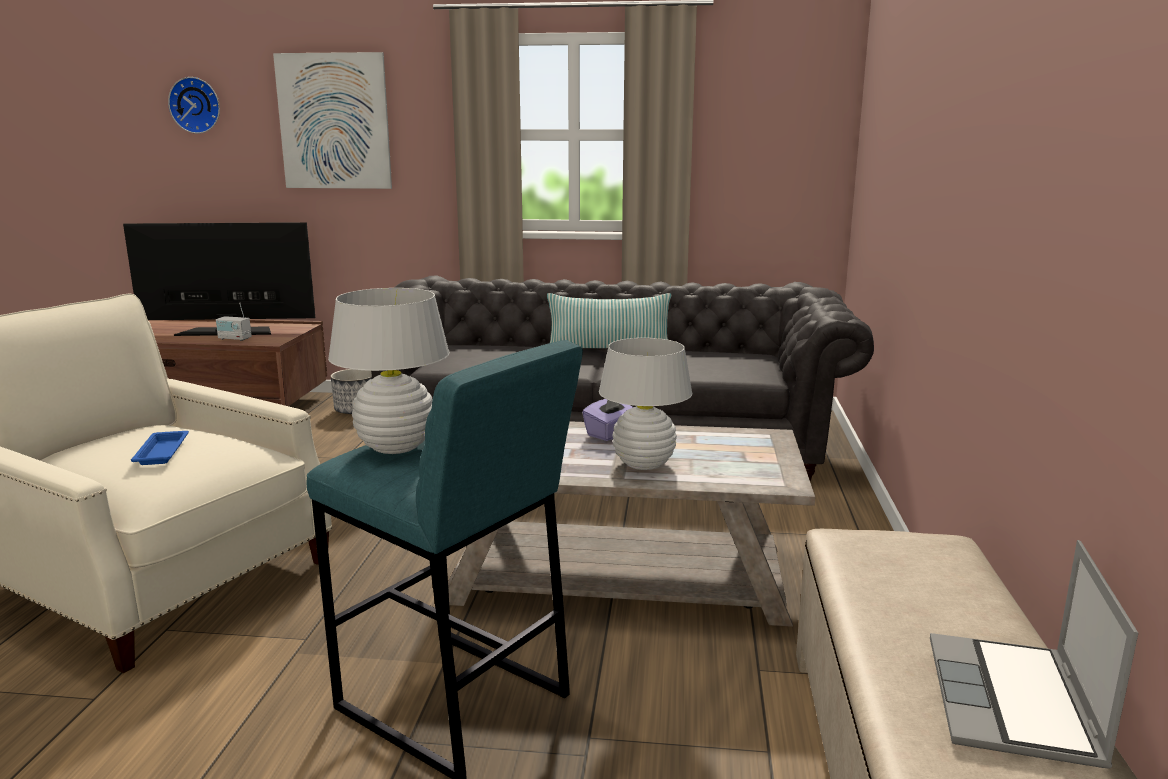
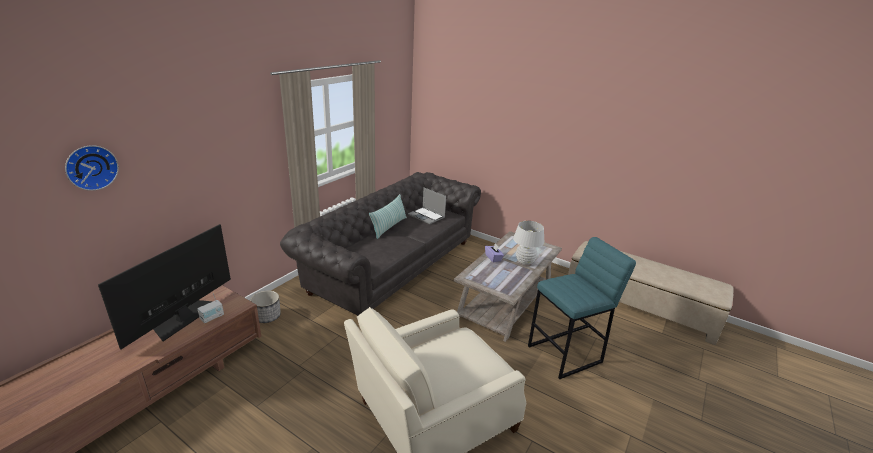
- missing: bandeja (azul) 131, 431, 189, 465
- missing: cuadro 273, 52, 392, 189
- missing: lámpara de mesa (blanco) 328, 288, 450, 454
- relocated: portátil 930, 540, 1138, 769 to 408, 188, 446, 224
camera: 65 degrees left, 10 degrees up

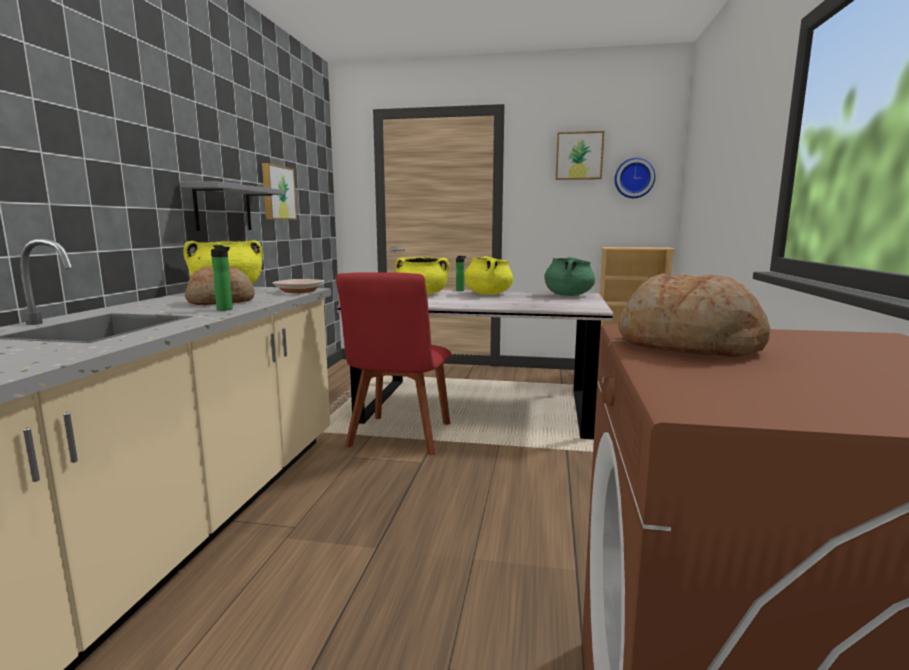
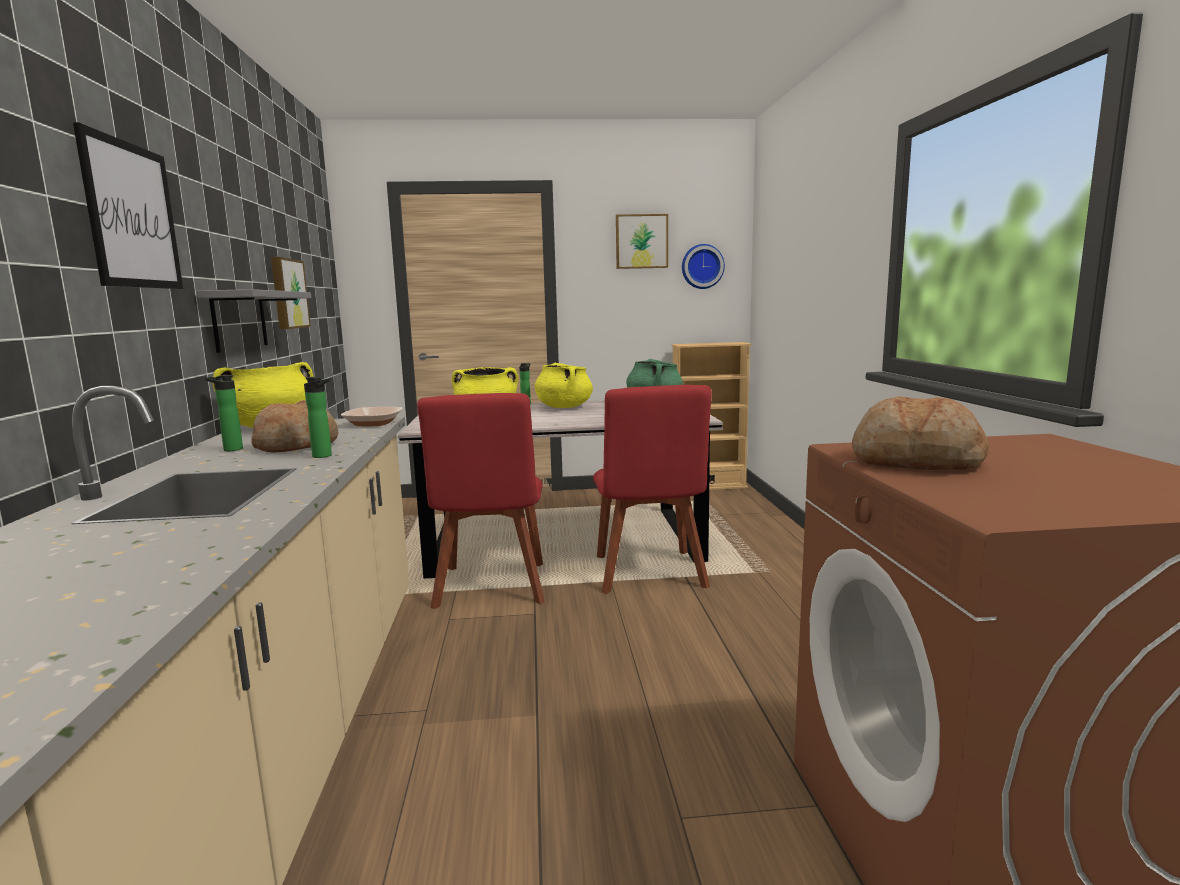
- appeared: cuadro 73, 122, 183, 289
- appeared: botella 205, 375, 243, 451
- appeared: silla (rojo) 593, 385, 712, 594
camera: 15 degrees left, 0 degrees up

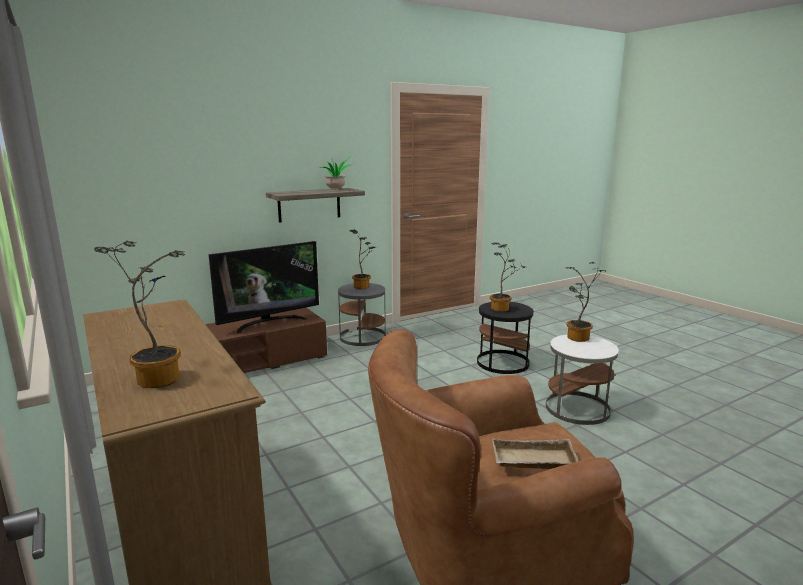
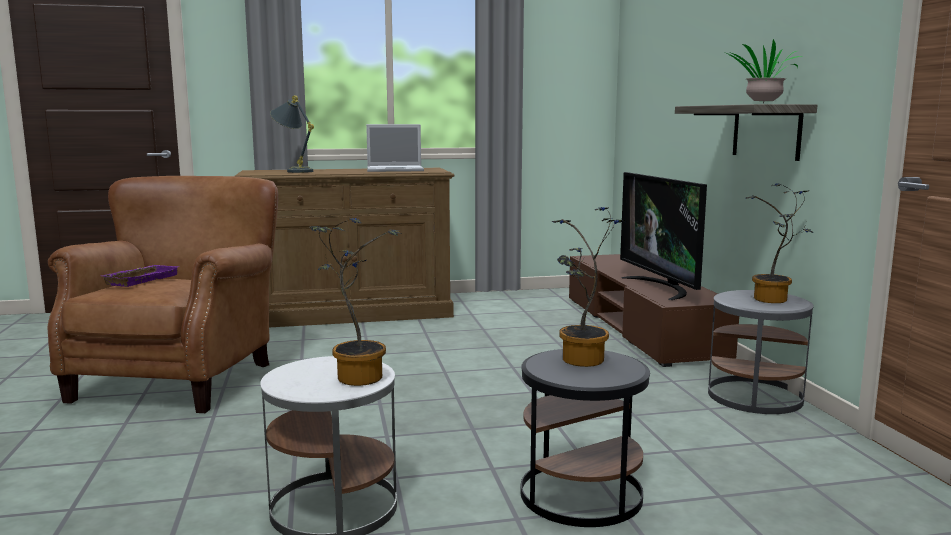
- appeared: portátil 366, 124, 424, 172
- exchanged: planta en maceta 94, 240, 185, 388 to lámpara de mesa (gris) 270, 96, 314, 173
- colour: bandeja (beis) 492, 438, 579, 469 to bandeja (morado) 102, 265, 179, 287
camera: 110 degrees right, 5 degrees down

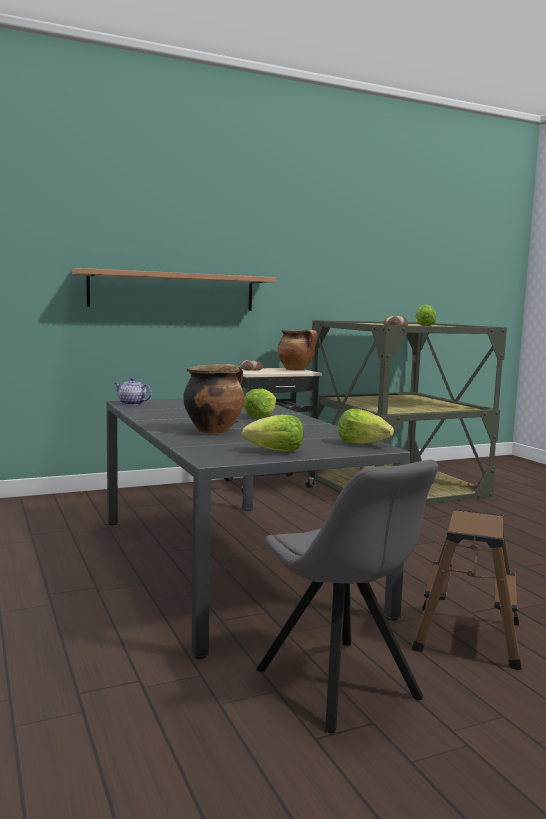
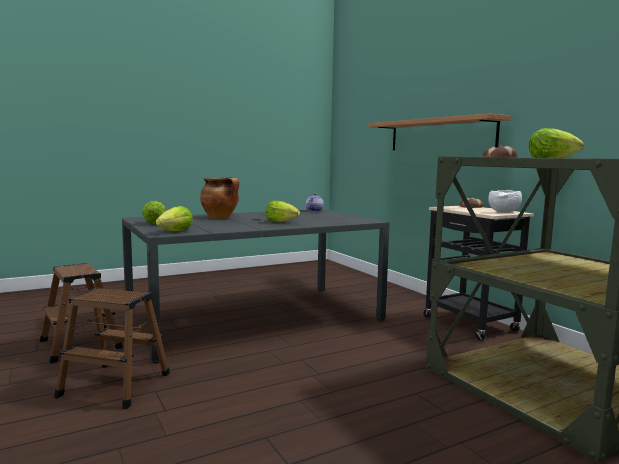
- exchanged: silla (gris) 256, 460, 438, 733 to escalera de tijera (marrón) 39, 263, 123, 363
- exchanged: olla 278, 329, 317, 370 to cuenco (blanco) 488, 190, 522, 213
camera: 85 degrees right, 0 degrees up

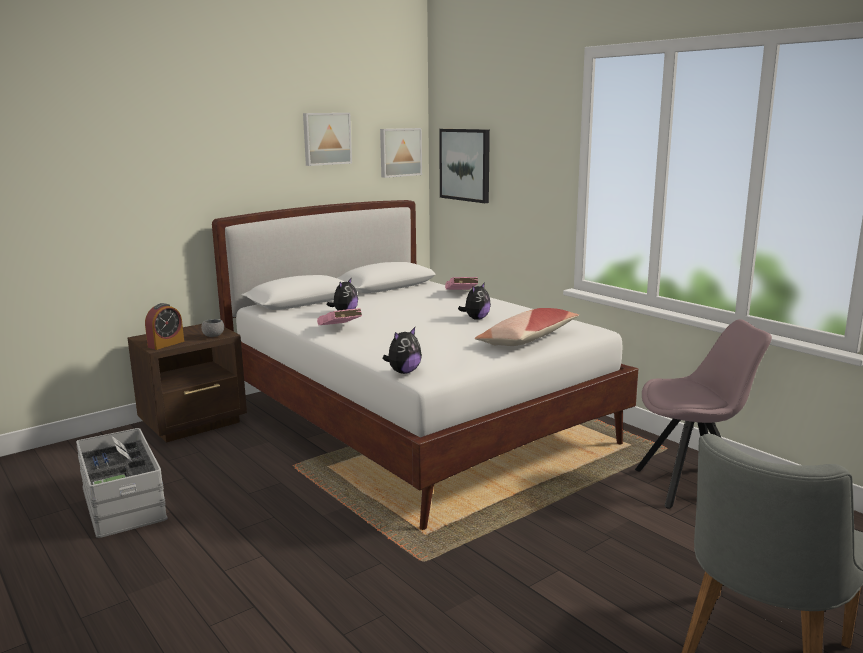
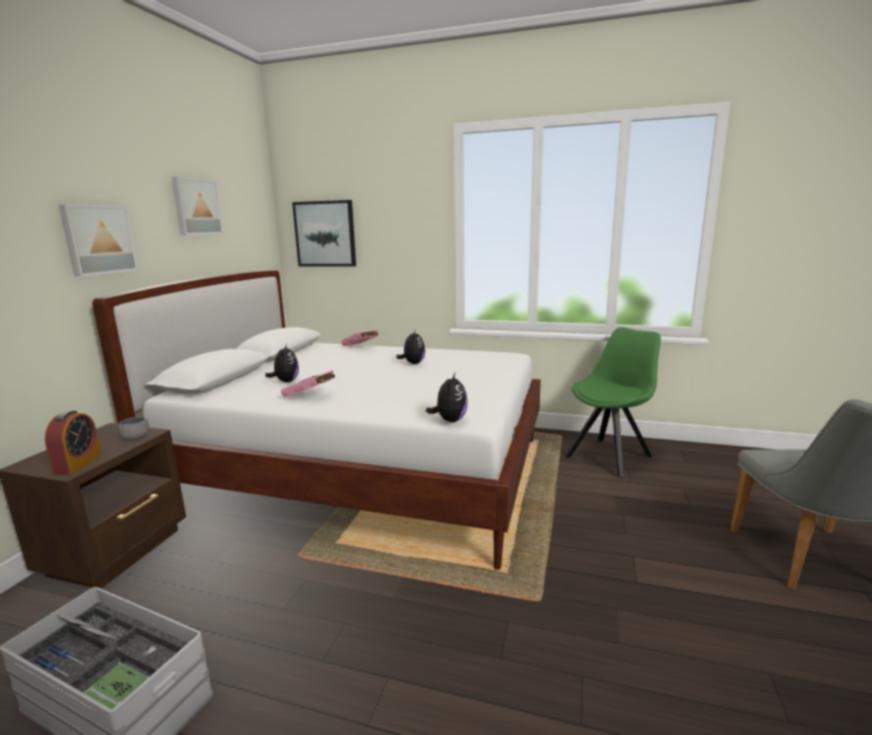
- missing: cojín 475, 308, 579, 346
- relocated: cuadro 380, 128, 422, 178 to 58, 204, 139, 277
- colour: silla (rosa) 635, 319, 772, 509 to silla (verde) 565, 327, 661, 478
camera: 35 degrees left, 0 degrees up

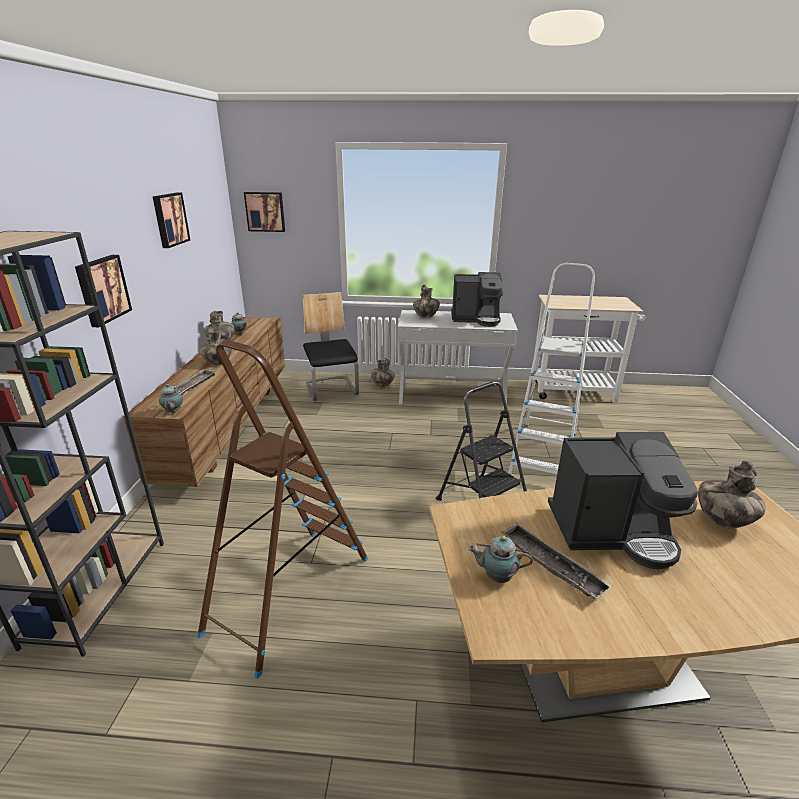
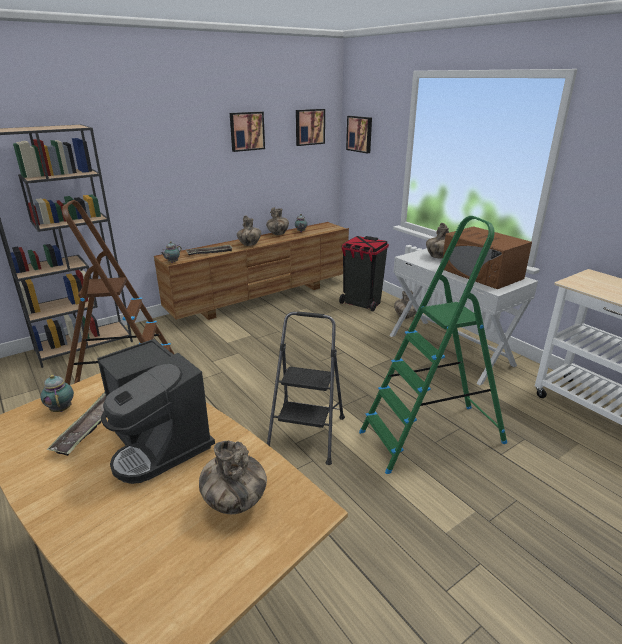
- relocated: cuadro 75, 255, 132, 327 to 296, 109, 325, 146
- exchanged: silla 302, 292, 359, 401 to papelera (negro) 339, 236, 389, 311
- exchanged: cafetera 451, 272, 503, 327 to microondas (marrón) 443, 226, 532, 289
- colour: escalera de tijera (blanco) 508, 263, 595, 475 to escalera de tijera (verde) 359, 216, 507, 474
camera: 50 degrees right, 0 degrees up

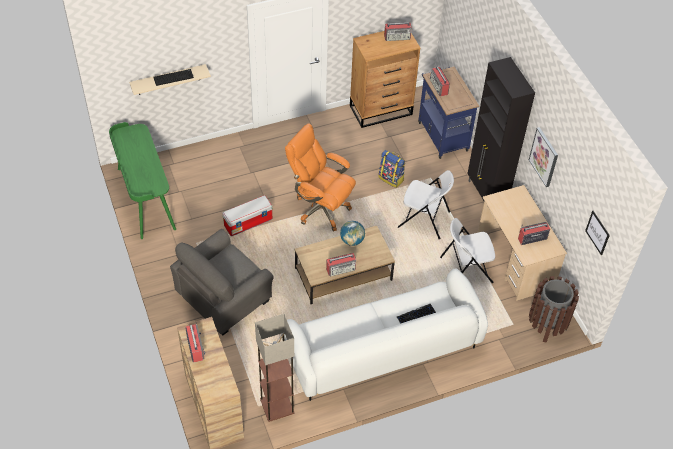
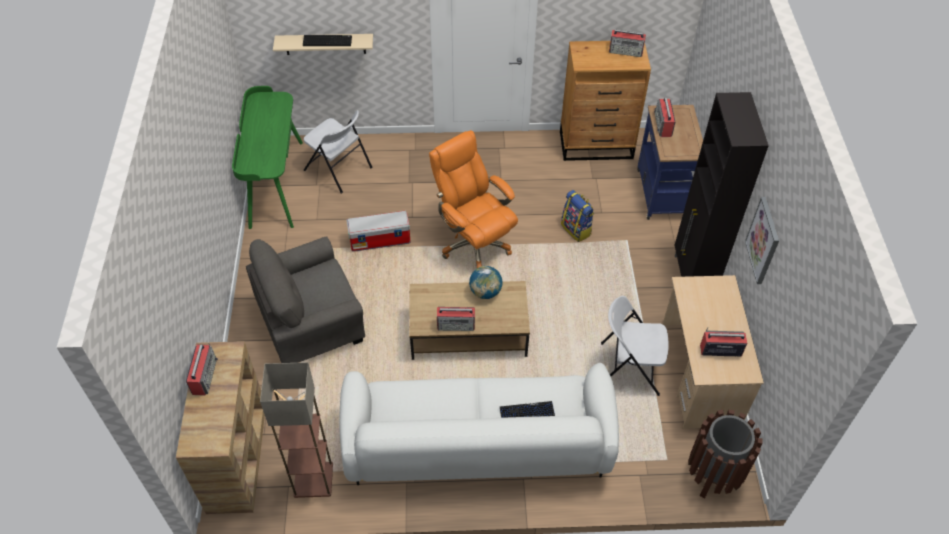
- missing: cuadro 585, 211, 610, 255
- relocated: silla (blanco) 398, 170, 454, 240 to 304, 110, 372, 194
camera: 20 degrees right, 0 degrees up

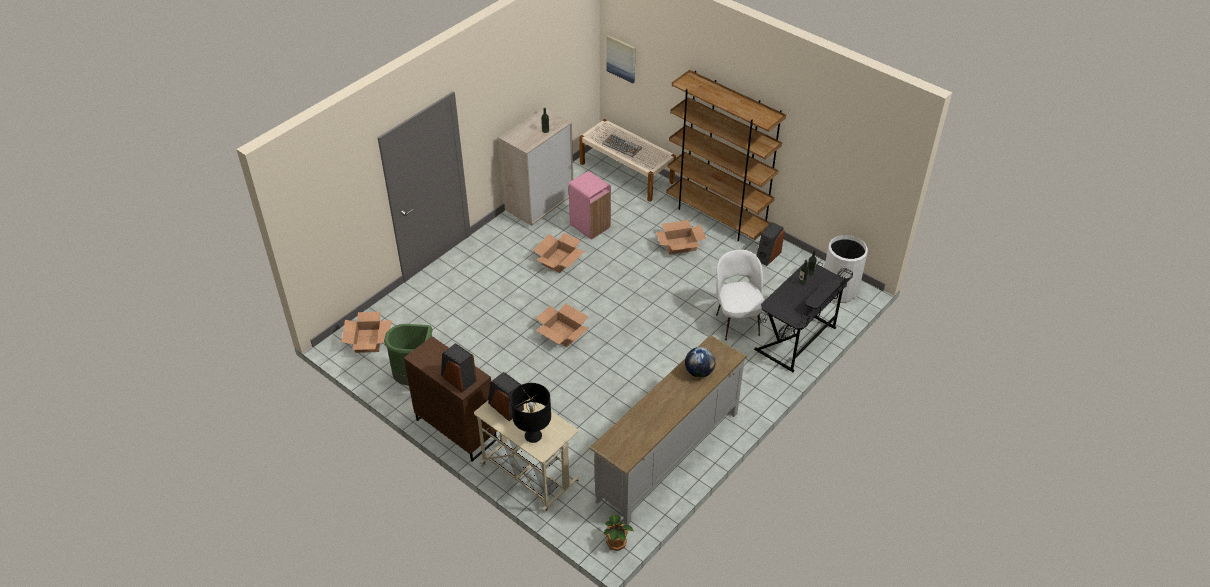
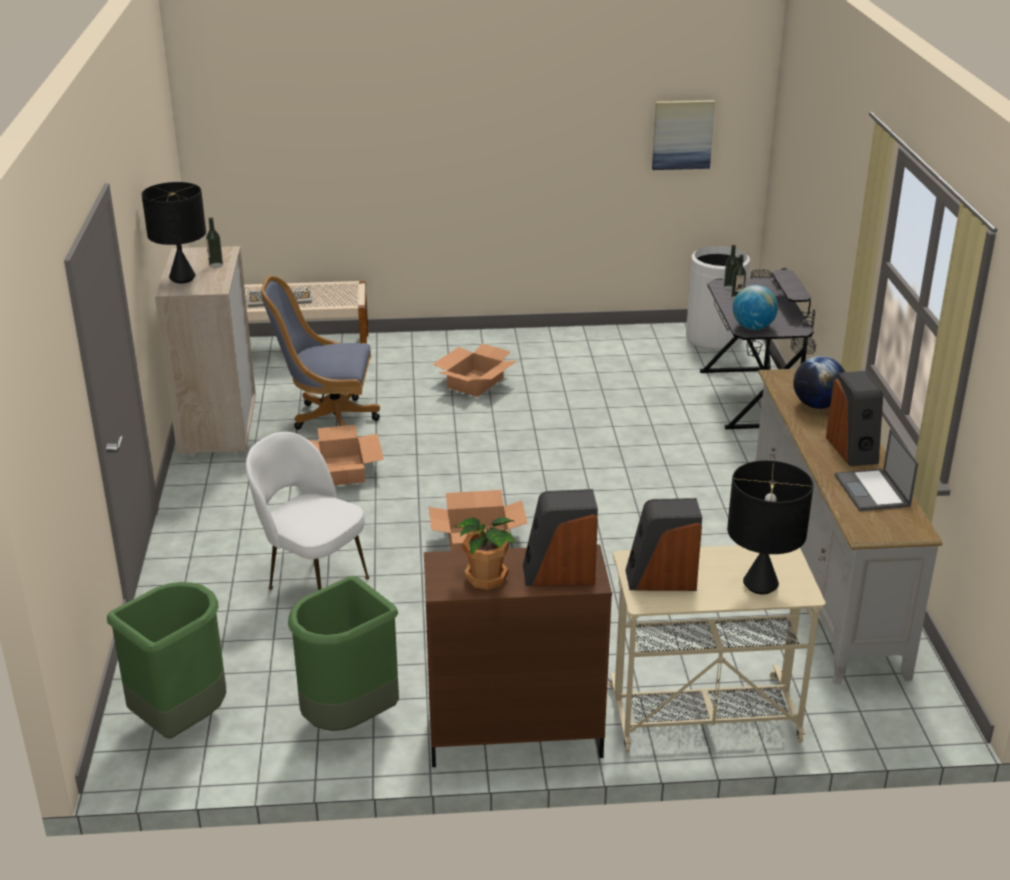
- missing: estantería (marrón) 666, 70, 786, 241
- appeared: lámpara de mesa (negro) 142, 182, 206, 284
- appeared: globo terráqueo 733, 285, 778, 330
- appeared: portátil 835, 429, 918, 511
- relocated: planta en maceta 604, 515, 633, 551 to 454, 517, 516, 590
- relocated: cuadro 606, 35, 635, 84 to 652, 100, 715, 170
- relocated: silla (blanco) 716, 250, 765, 340 to 246, 432, 369, 590
- relocated: altavoz 756, 222, 784, 266 to 826, 371, 883, 466
- exchanged: caja de cartón 341, 312, 392, 353 to papelera (verde) 107, 582, 226, 739
- exchanged: papelera (rosa) 569, 171, 611, 240 to silla de oficina (azul) 261, 276, 380, 430
camera: 45 degrees left, 15 degrees down

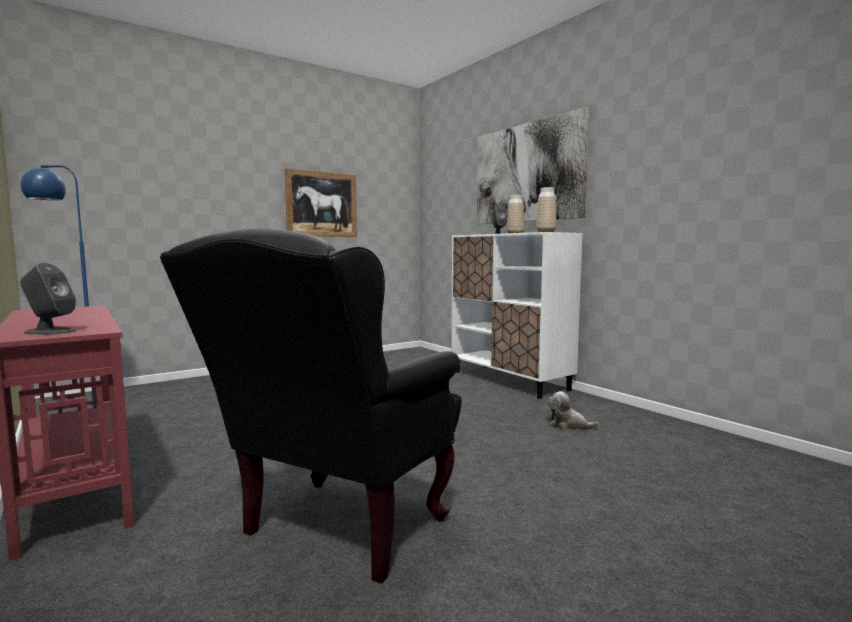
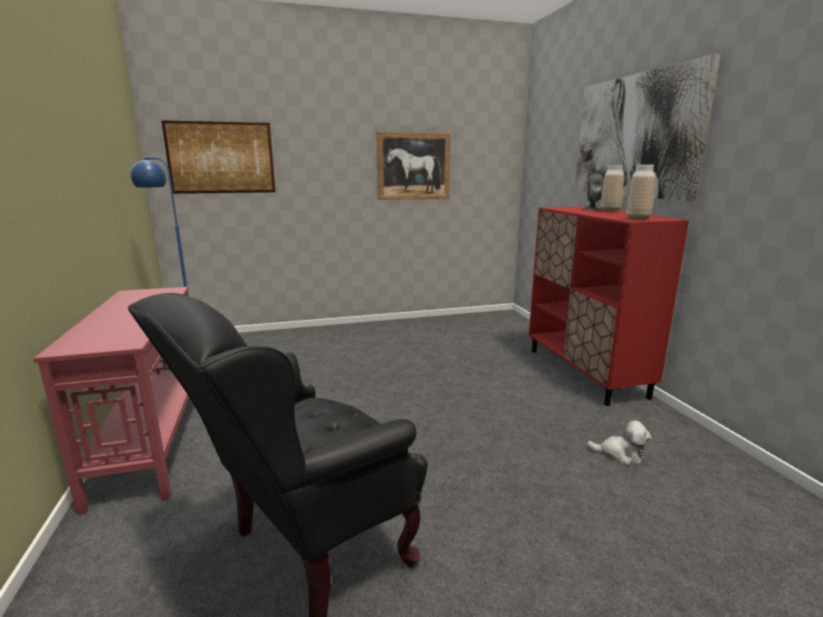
- missing: altavoz (gris) 20, 263, 77, 335
- appeared: cuadro 162, 120, 275, 194
- colour: armario (blanco) 451, 232, 583, 399 to armario (rojo) 529, 206, 689, 406
- spun: peluche 548, 391, 599, 430 = 587, 420, 652, 465 150 degrees clockwise
camera: 20 degrees right, 10 degrees up

